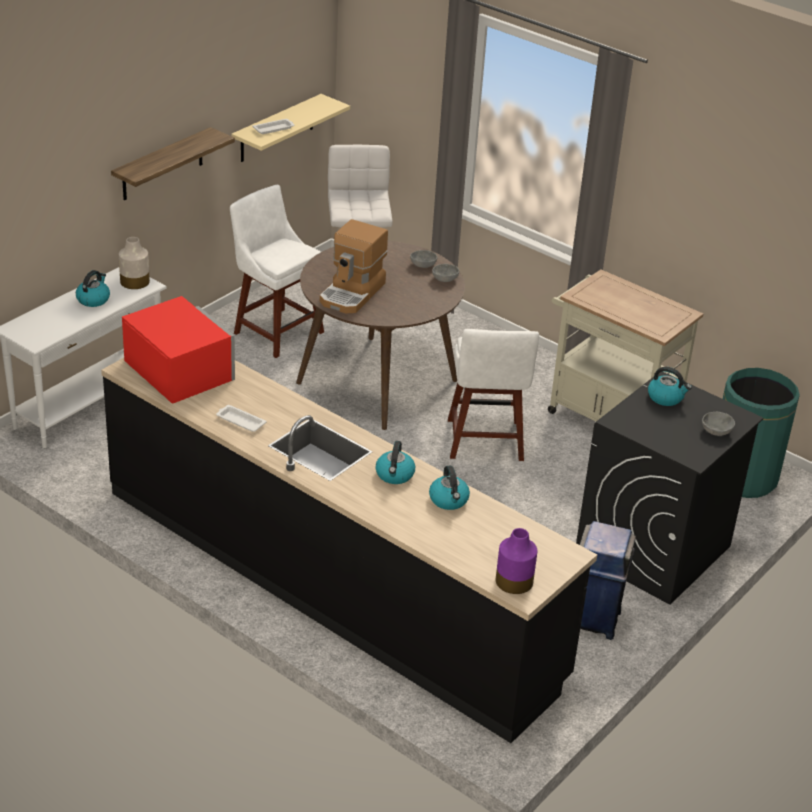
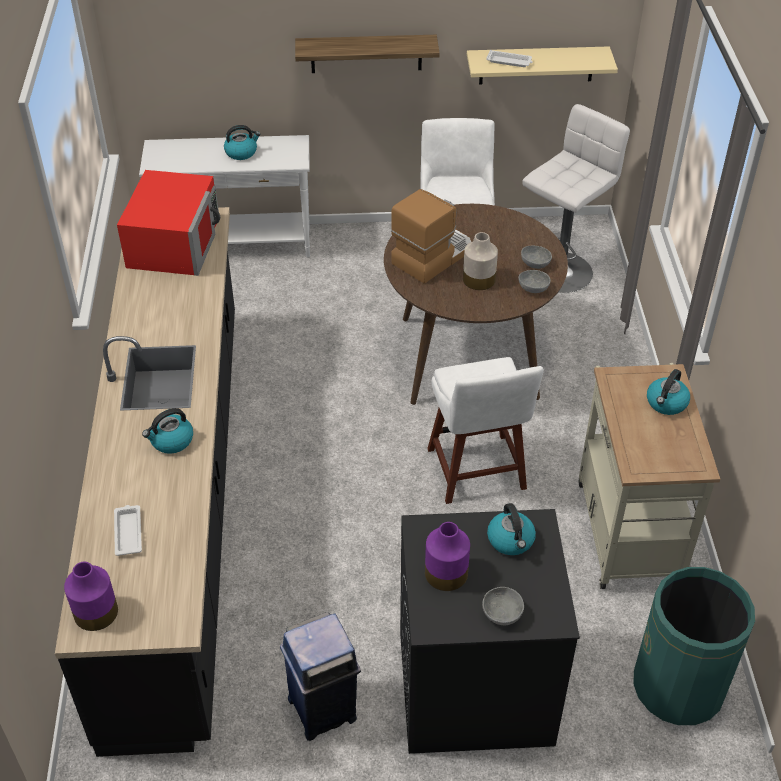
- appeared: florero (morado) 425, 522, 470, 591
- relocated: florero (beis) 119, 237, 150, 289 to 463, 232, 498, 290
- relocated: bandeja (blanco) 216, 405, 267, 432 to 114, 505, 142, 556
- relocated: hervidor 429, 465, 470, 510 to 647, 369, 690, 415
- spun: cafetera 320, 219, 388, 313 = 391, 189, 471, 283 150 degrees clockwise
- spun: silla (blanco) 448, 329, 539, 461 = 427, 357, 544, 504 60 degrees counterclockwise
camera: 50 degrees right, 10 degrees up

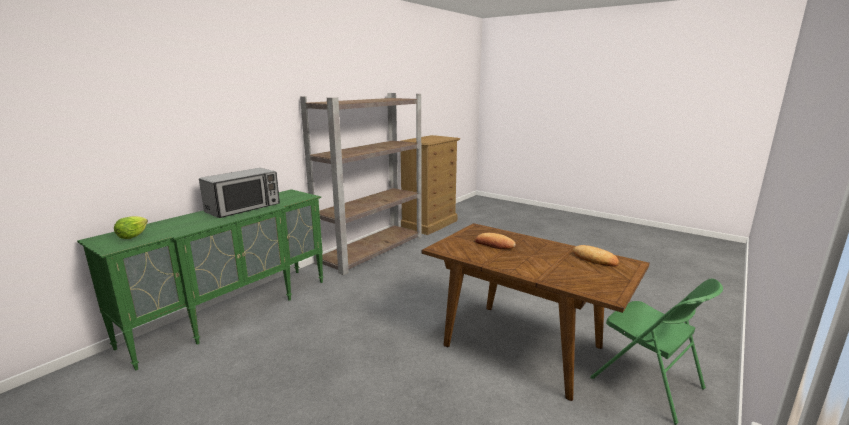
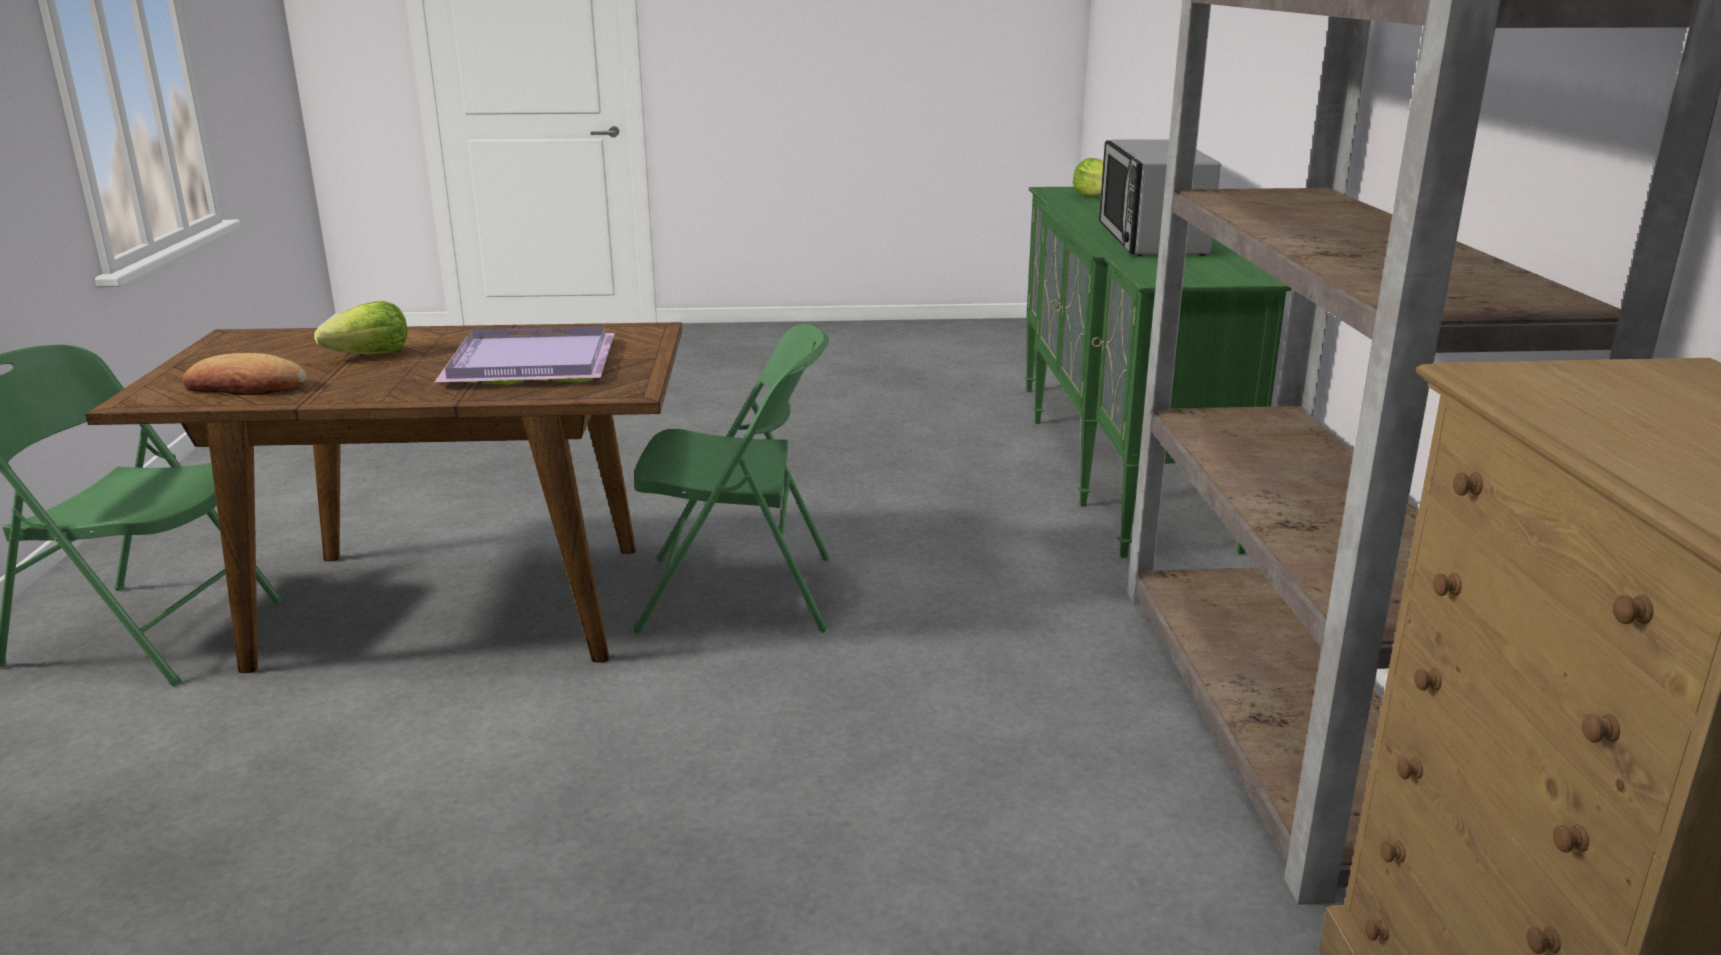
- appeared: lechuga 314, 301, 407, 354
- appeared: silla (verde) 634, 324, 830, 634
- exchanged: pan 475, 233, 516, 249 to bandeja (morado) 435, 326, 615, 385
camera: 140 degrees right, 5 degrees up

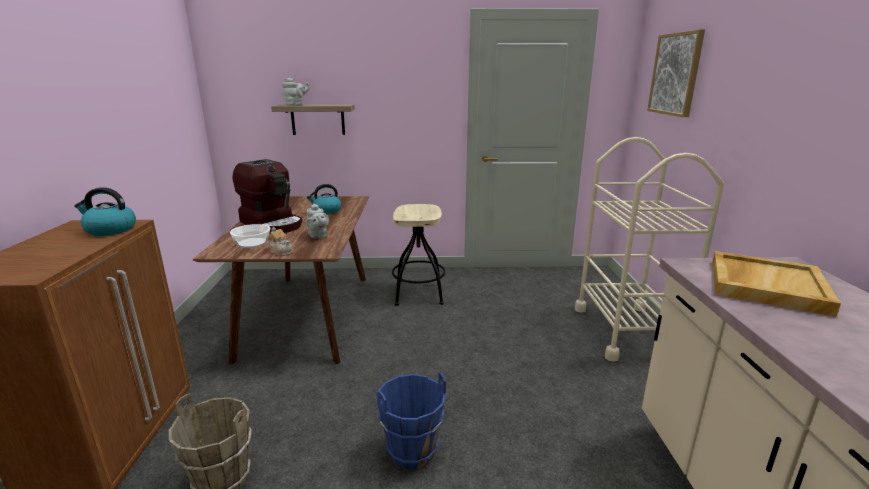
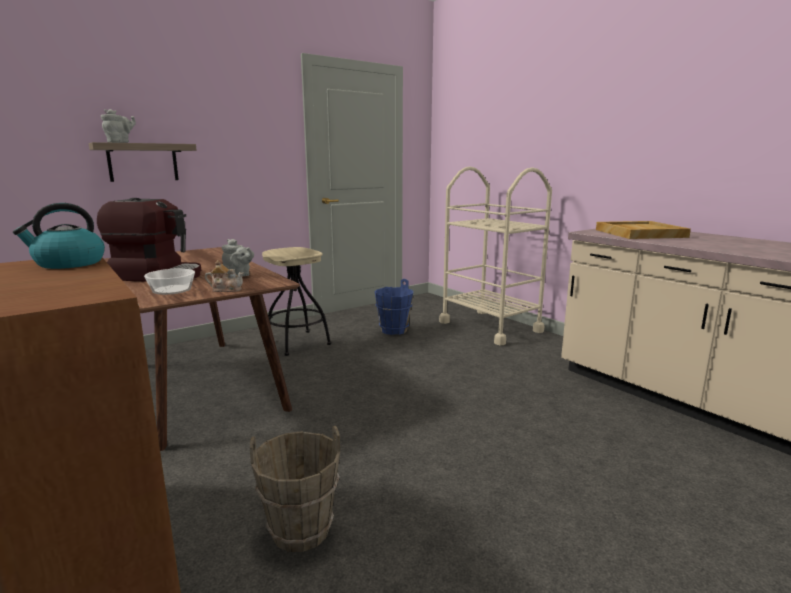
- missing: hervidor 307, 184, 341, 214
- missing: cuadro 647, 30, 705, 118
- relocated: cubo (azul) 377, 372, 446, 469 to 374, 279, 413, 335
camera: 35 degrees left, 5 degrees down

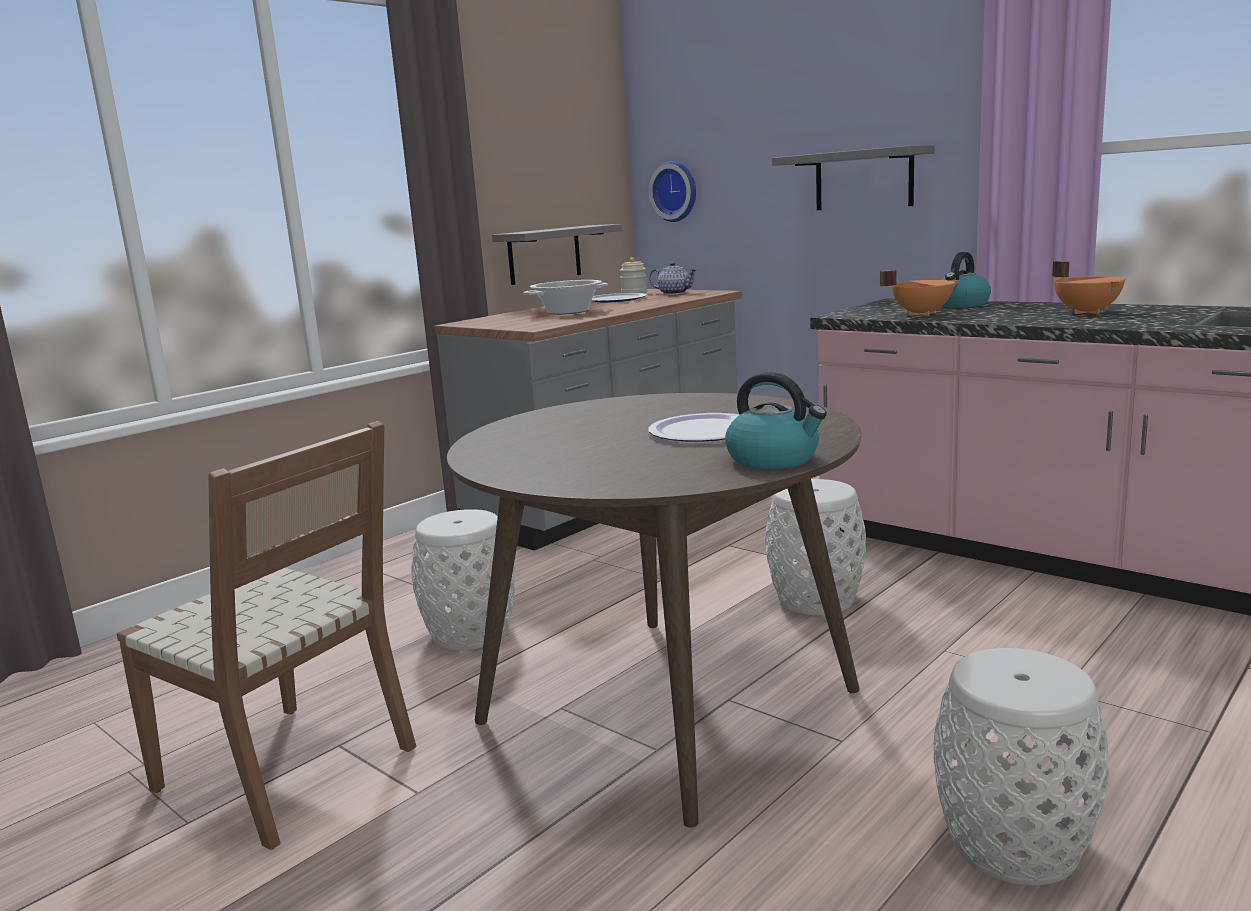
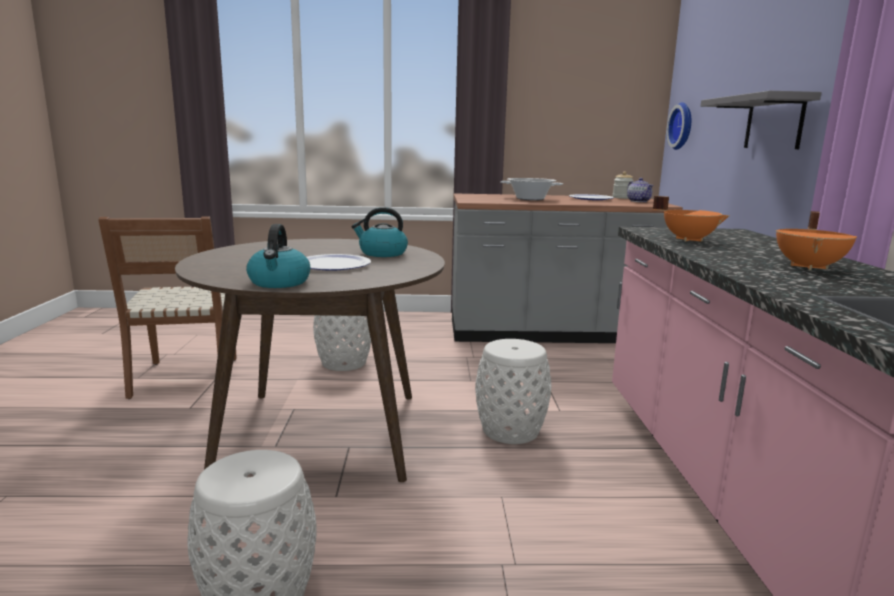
- missing: estante (gris) 492, 224, 622, 285
- relocated: hervidor 941, 252, 991, 307 to 351, 207, 408, 257
camera: 45 degrees right, 0 degrees up

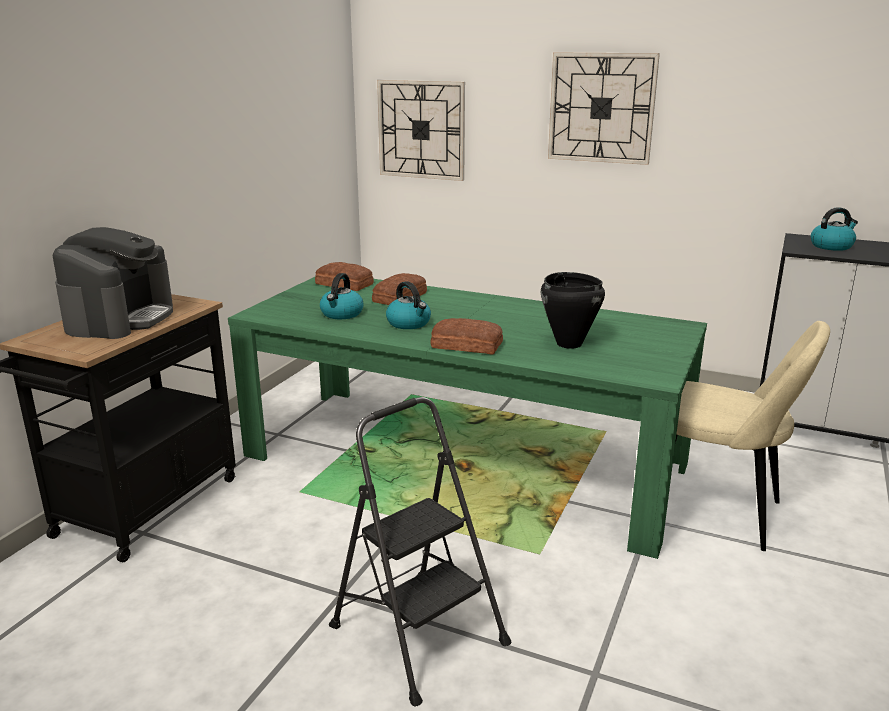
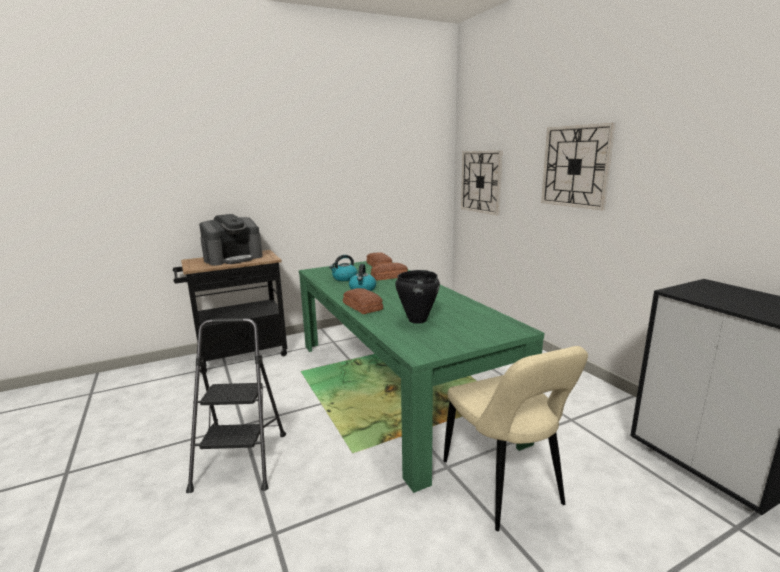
- missing: hervidor 811, 207, 858, 251
camera: 40 degrees right, 5 degrees down

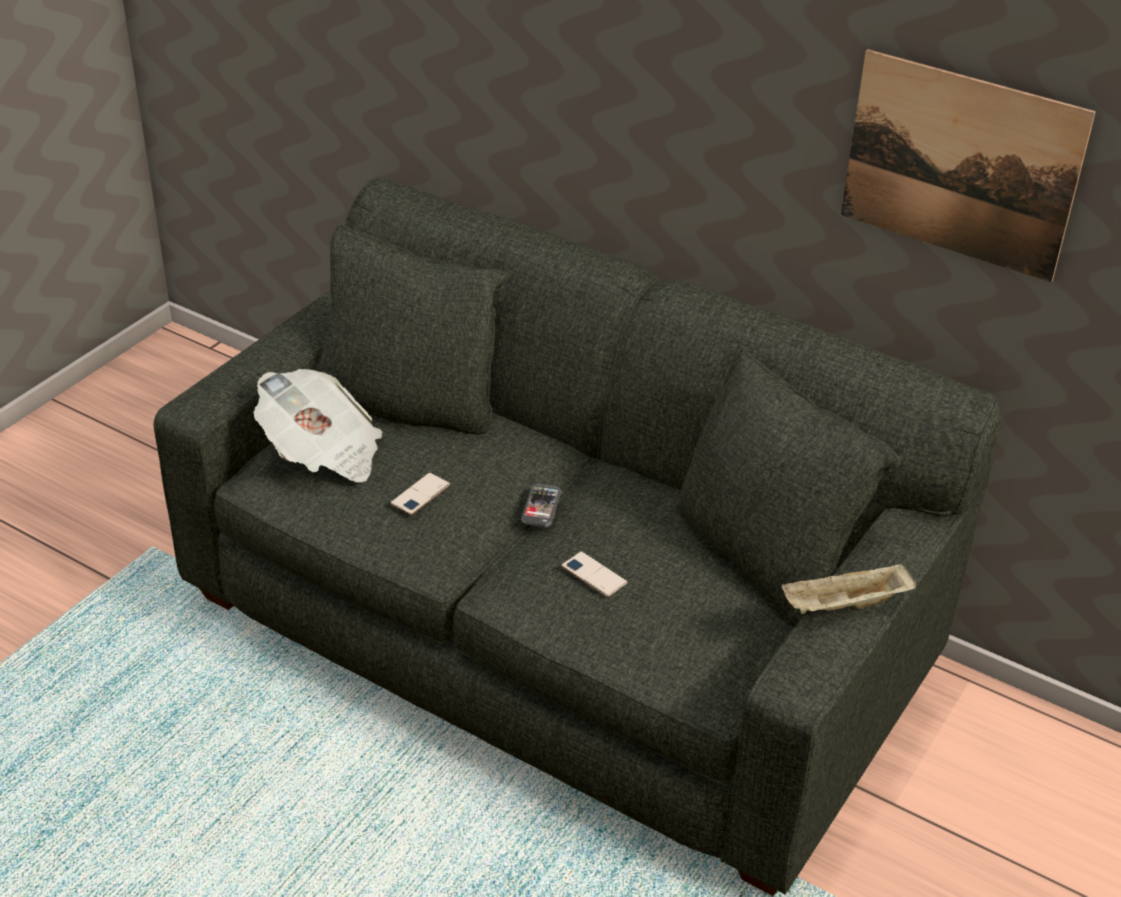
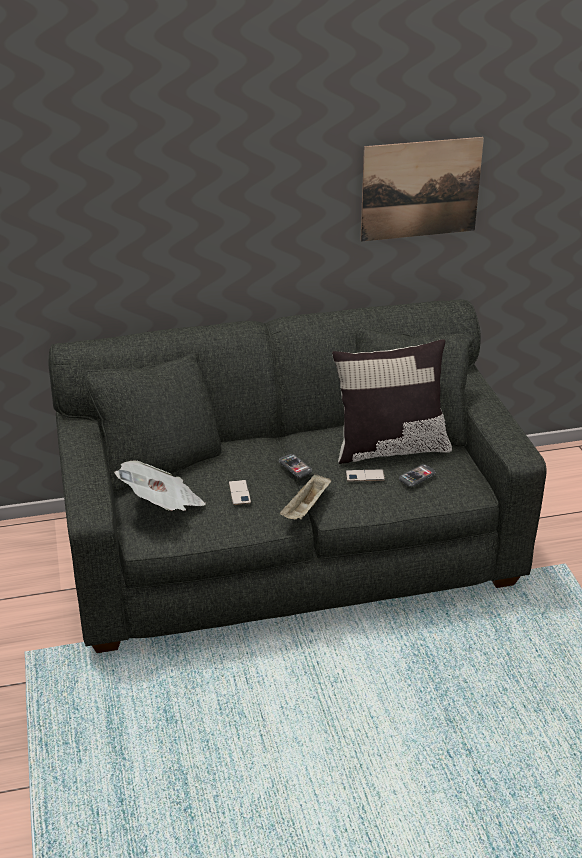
- appeared: cojín 332, 339, 452, 464
- appeared: móvil 399, 464, 436, 487
- relocated: bandeja (beis) 782, 563, 916, 614 to 280, 473, 331, 520
camera: 45 degrees left, 5 degrees down

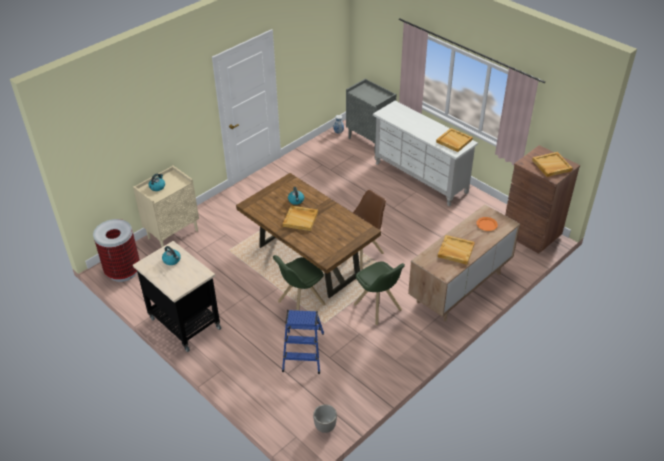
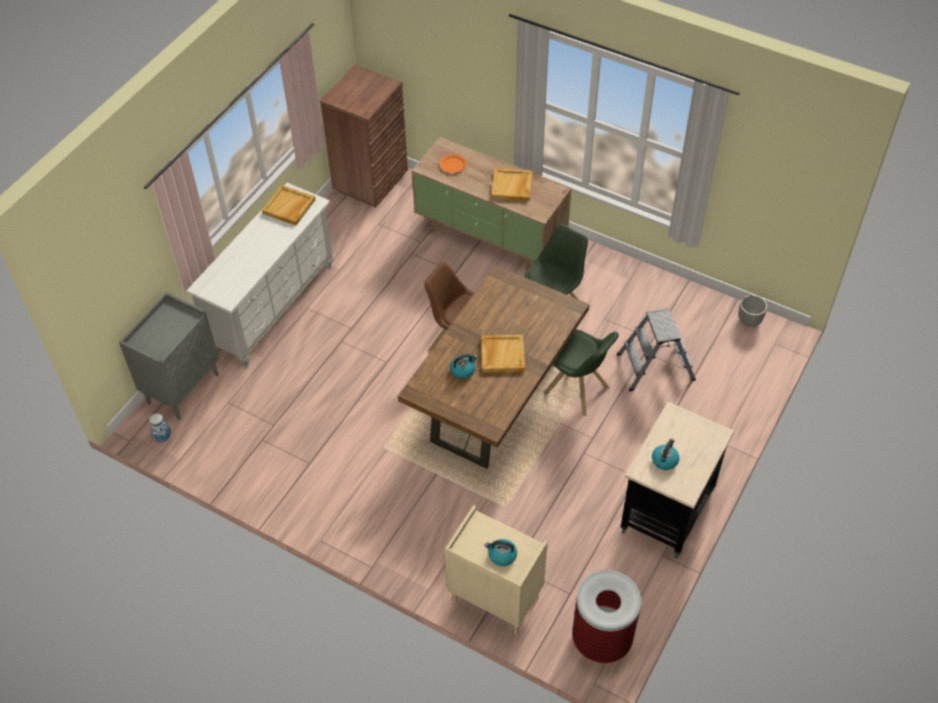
- missing: bandeja (beis) 532, 152, 573, 177
- colour: escalera de tijera (azul) 282, 310, 324, 374 to escalera de tijera (gris) 617, 308, 696, 392
camera: 105 degrees left, 10 degrees up

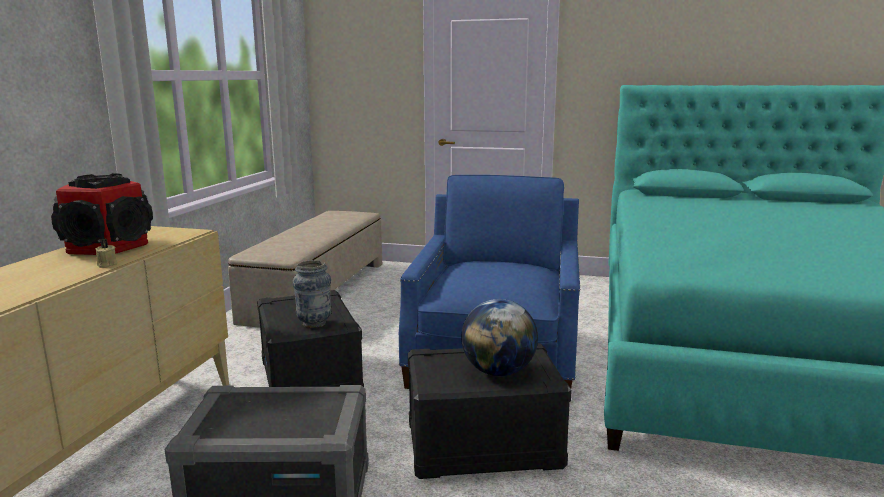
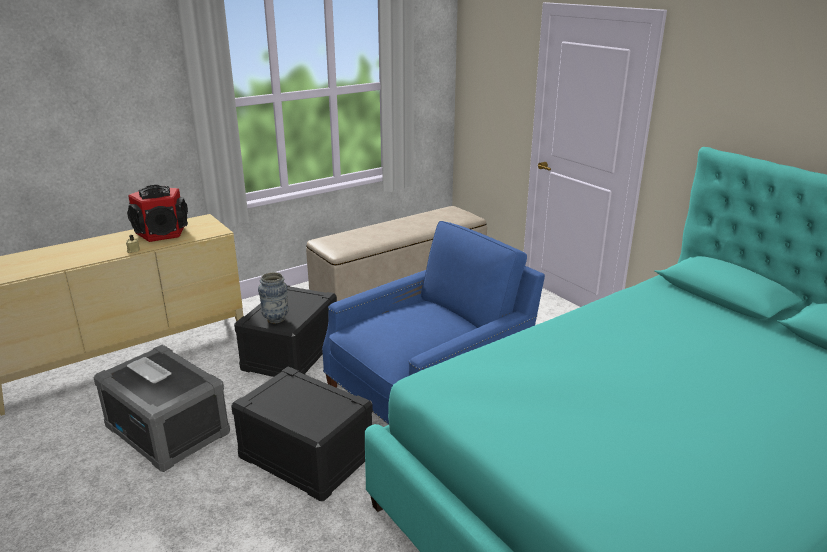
- missing: globo terráqueo 461, 299, 538, 376
- appeared: bandeja (blanco) 127, 357, 172, 383
camera: 40 degrees right, 10 degrees up

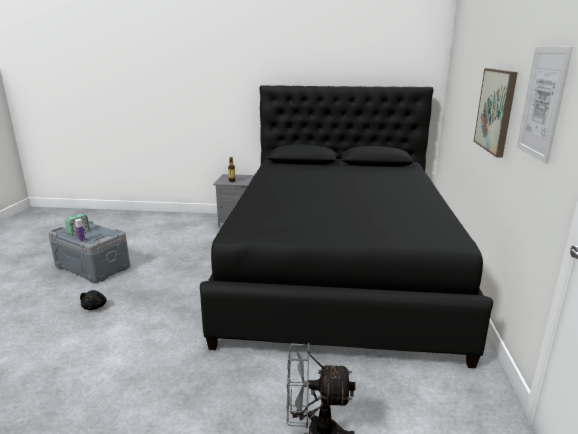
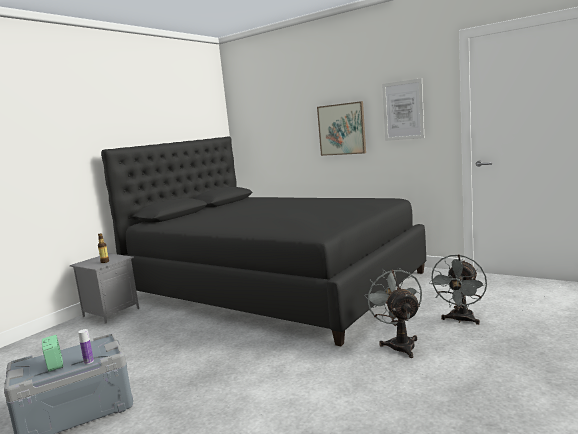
- missing: peluche (negro) 80, 290, 107, 310
- appeared: ventilador (gris) 364, 268, 422, 358
camera: 60 degrees left, 10 degrees down

